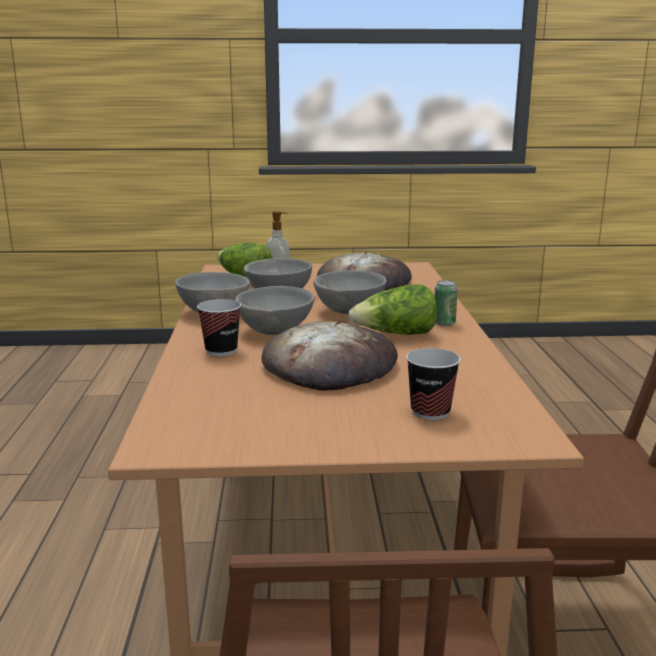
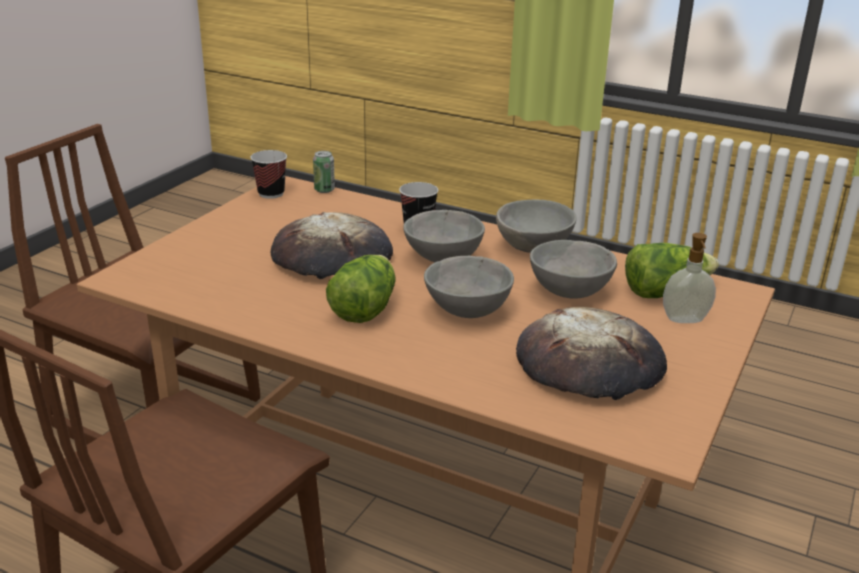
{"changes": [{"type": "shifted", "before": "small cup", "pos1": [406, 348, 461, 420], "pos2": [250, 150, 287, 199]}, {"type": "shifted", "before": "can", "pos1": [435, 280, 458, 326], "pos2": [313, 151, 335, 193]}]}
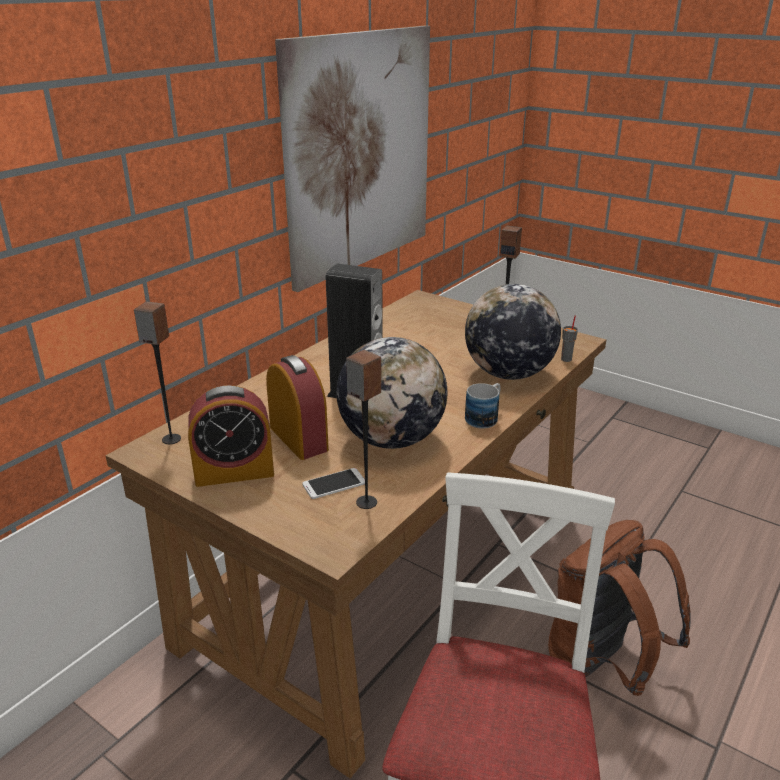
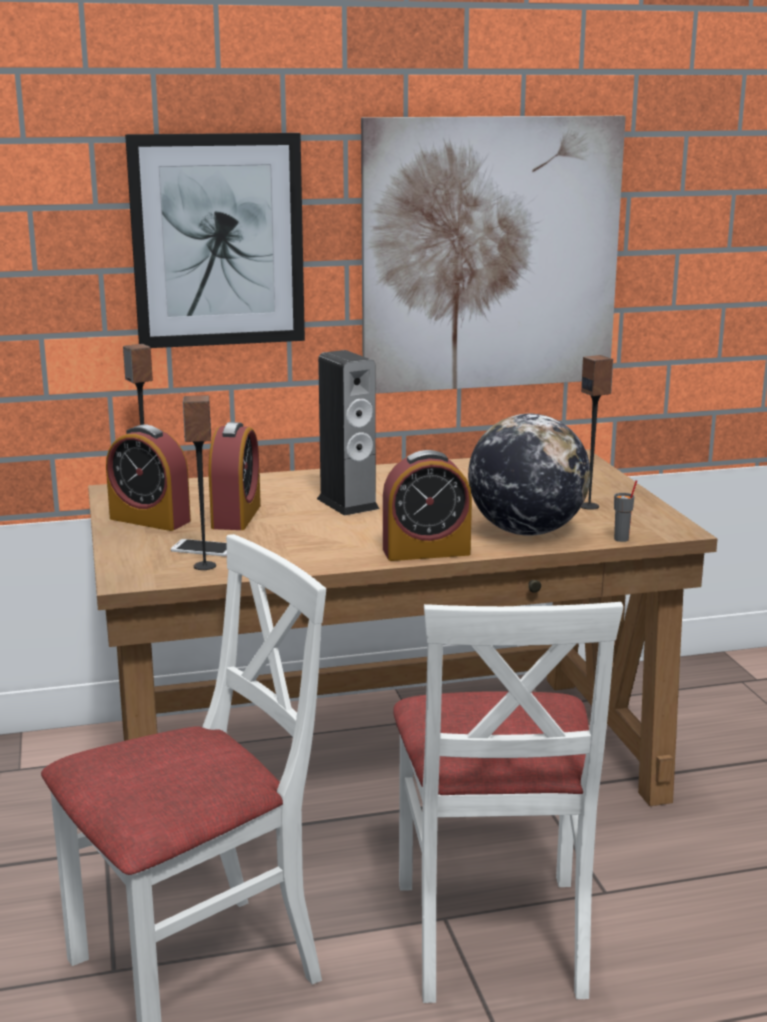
{"changes": [{"type": "new", "after": "picture", "pos2": [125, 133, 305, 348]}, {"type": "swapped", "before": "tea mug", "after": "alarm clock", "pos1": [465, 383, 501, 429], "pos2": [383, 450, 472, 561]}, {"type": "swapped", "before": "brown-coloured rucksack", "after": "white chair", "pos1": [548, 520, 691, 696], "pos2": [393, 602, 623, 1003]}, {"type": "gone", "before": "globe", "pos1": [336, 337, 447, 449]}]}
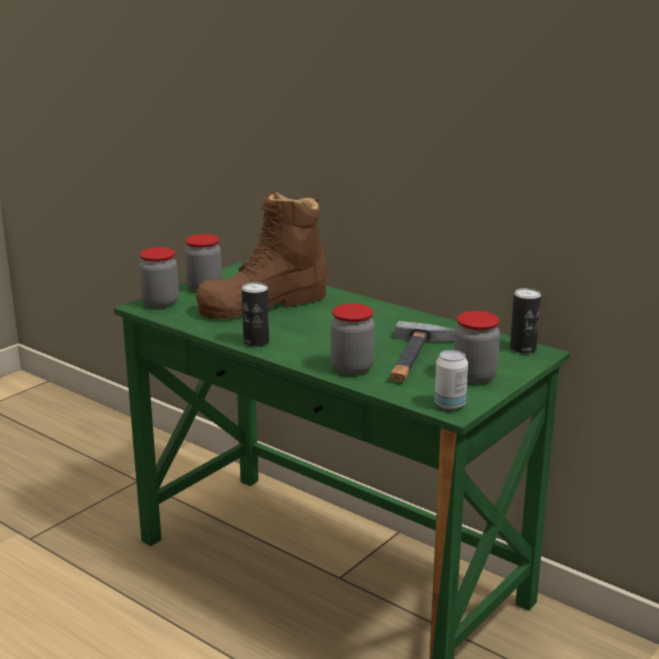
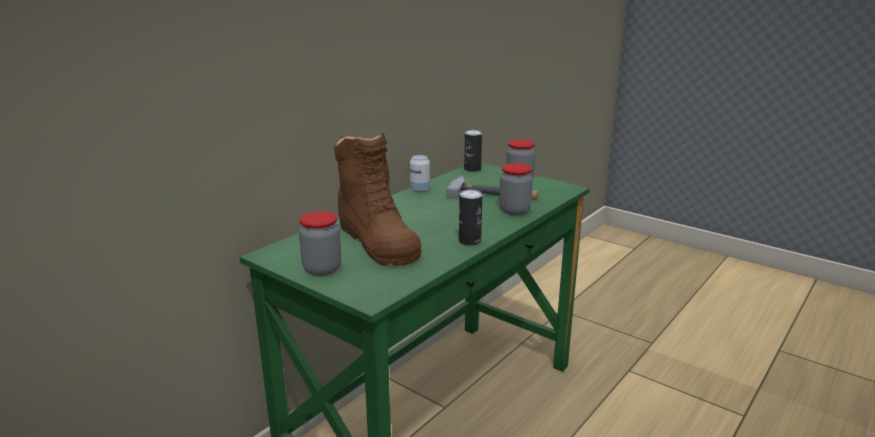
{"changes": [{"type": "shifted", "before": "can", "pos1": [434, 350, 468, 410], "pos2": [410, 155, 430, 192]}, {"type": "gone", "before": "jar", "pos1": [139, 247, 179, 308]}]}
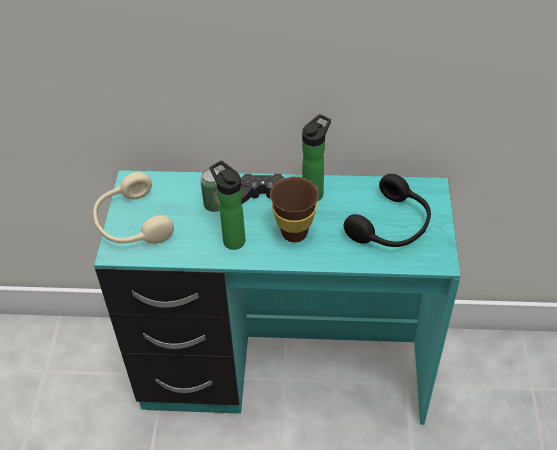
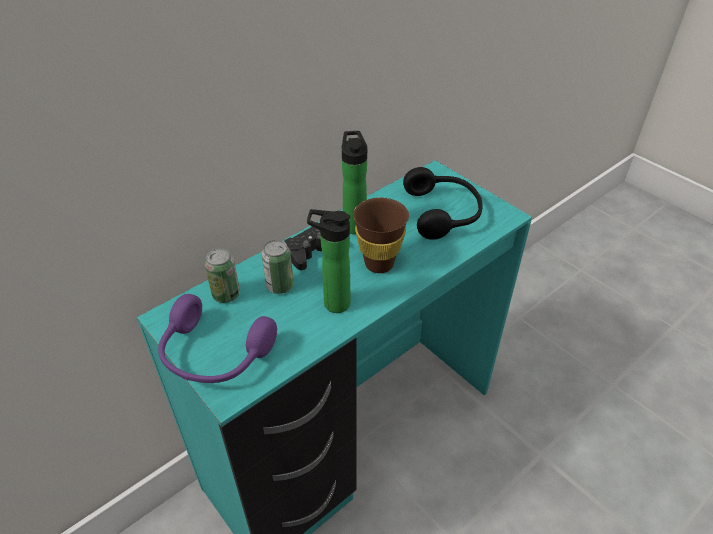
{"changes": [{"type": "repainted", "before": "beige-coloured headset", "after": "purple headset", "pos1": [93, 172, 174, 244], "pos2": [158, 294, 277, 383]}, {"type": "new", "after": "can", "pos2": [205, 248, 240, 303]}]}
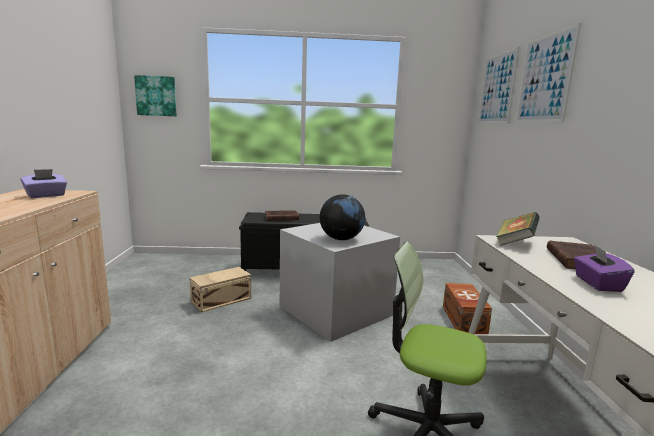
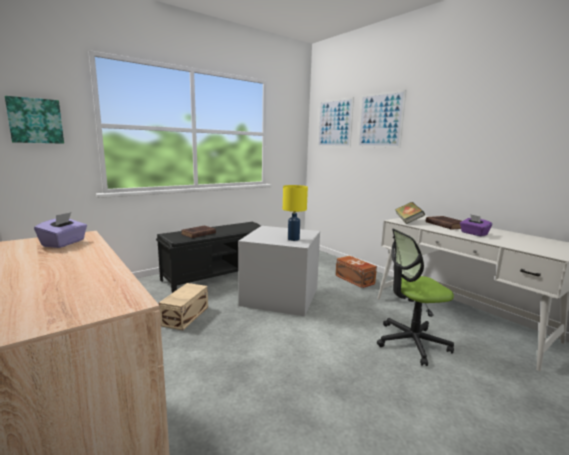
{"changes": [{"type": "swapped", "before": "globe", "after": "yellowish tabletop lamp", "pos1": [320, 194, 365, 240], "pos2": [283, 185, 308, 241]}]}
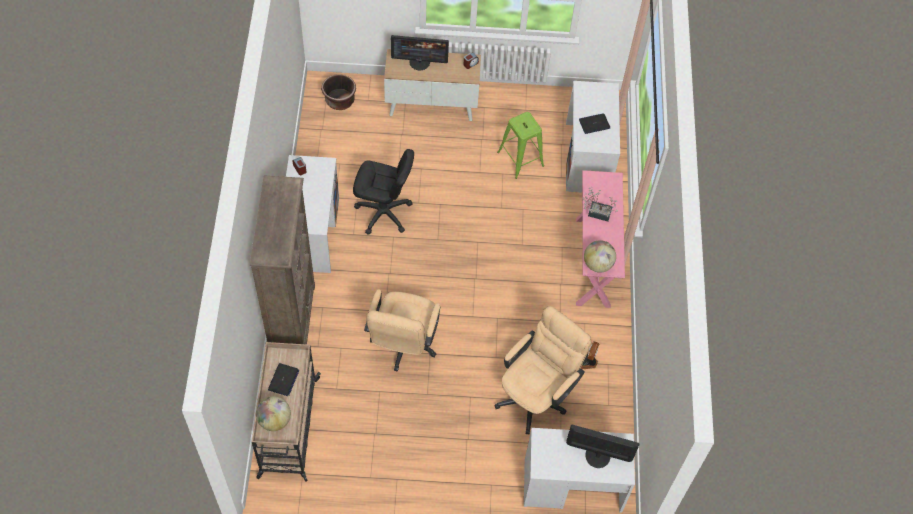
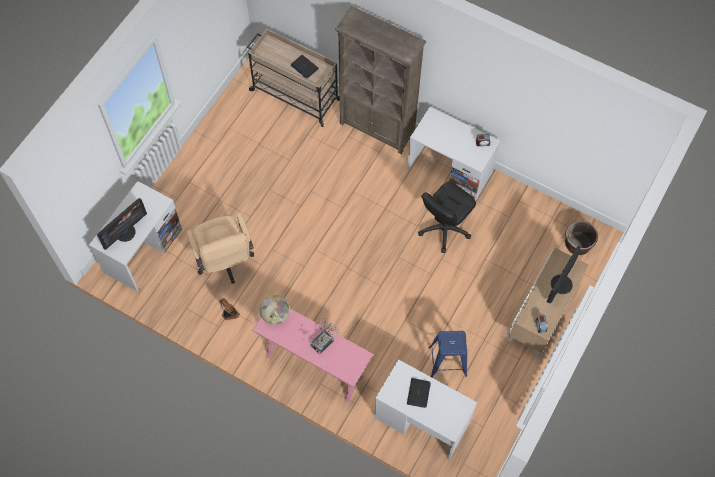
{"changes": [{"type": "repainted", "before": "green-coloured sitting stool", "after": "bluish sitting stool", "pos1": [497, 112, 544, 179], "pos2": [428, 331, 467, 377]}, {"type": "gone", "before": "globe", "pos1": [256, 396, 291, 431]}, {"type": "gone", "before": "beige-coloured desk chair", "pos1": [364, 289, 440, 372]}]}
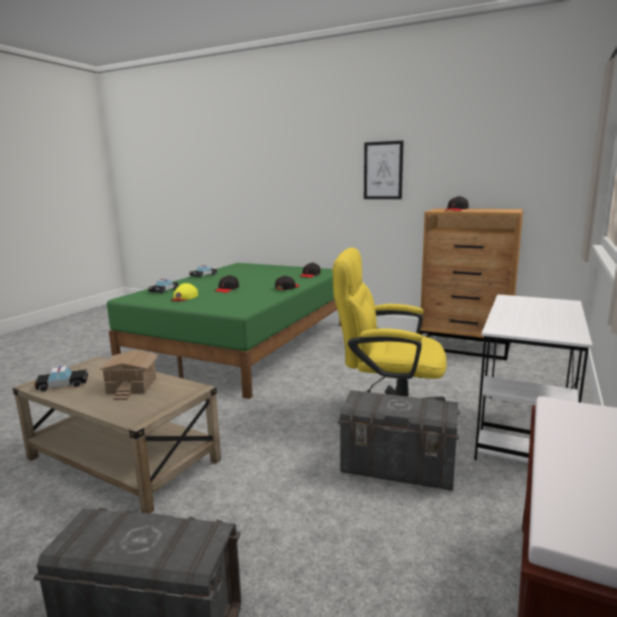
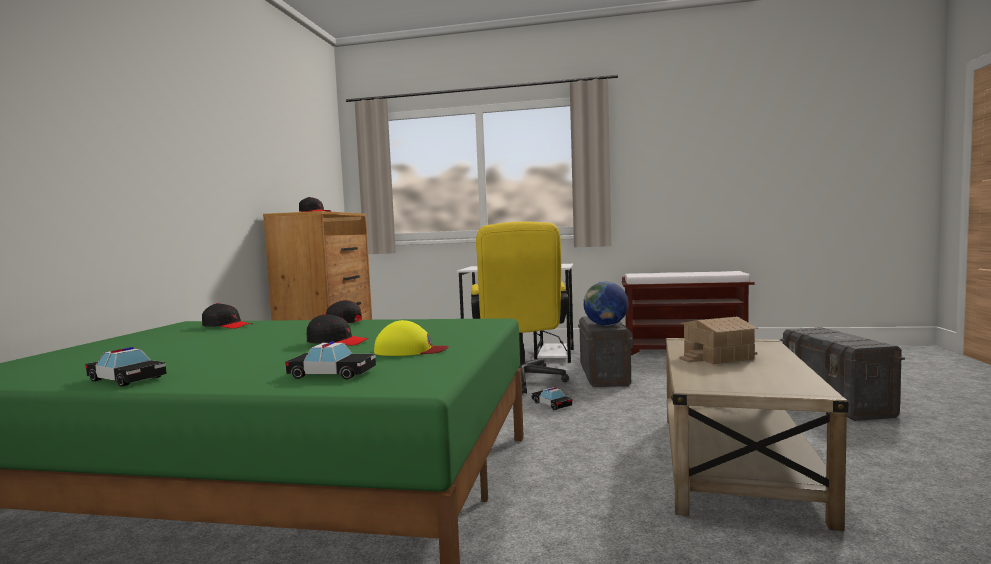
{"changes": [{"type": "shifted", "before": "miniature car", "pos1": [34, 366, 88, 392], "pos2": [531, 387, 573, 410]}, {"type": "new", "after": "globe", "pos2": [583, 282, 628, 326]}, {"type": "gone", "before": "picture", "pos1": [364, 141, 404, 199]}]}
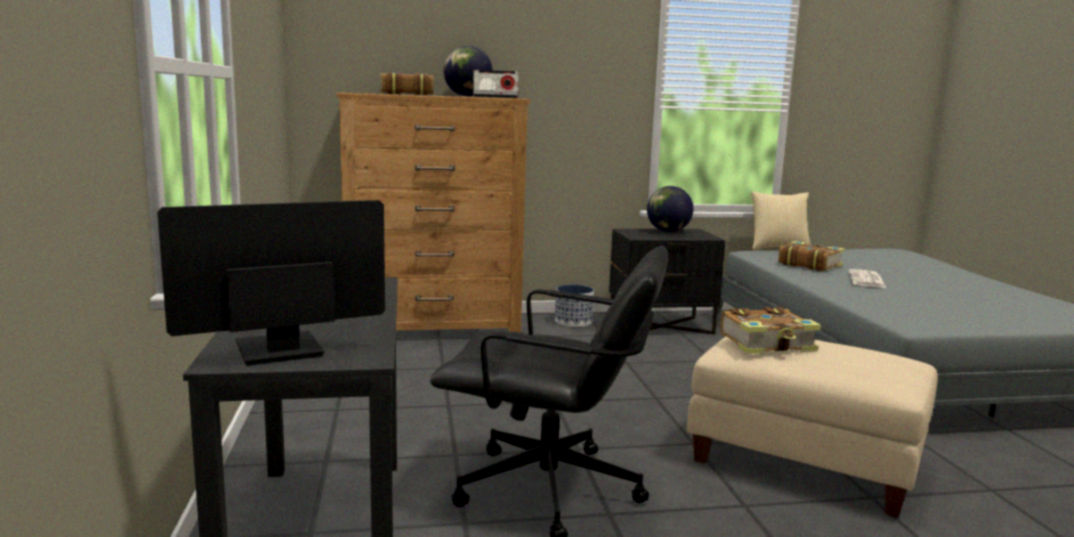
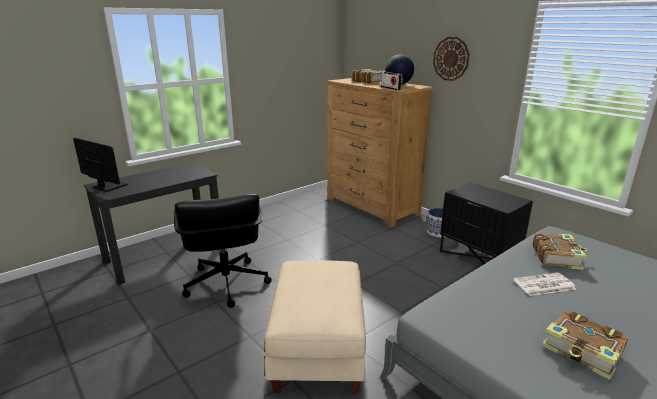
{"changes": [{"type": "new", "after": "hanging clock", "pos2": [433, 37, 470, 81]}, {"type": "shifted", "before": "volume", "pos1": [720, 307, 821, 354], "pos2": [542, 310, 629, 380]}, {"type": "gone", "before": "globe", "pos1": [647, 186, 694, 232]}, {"type": "gone", "before": "throw pillow", "pos1": [751, 191, 811, 250]}]}
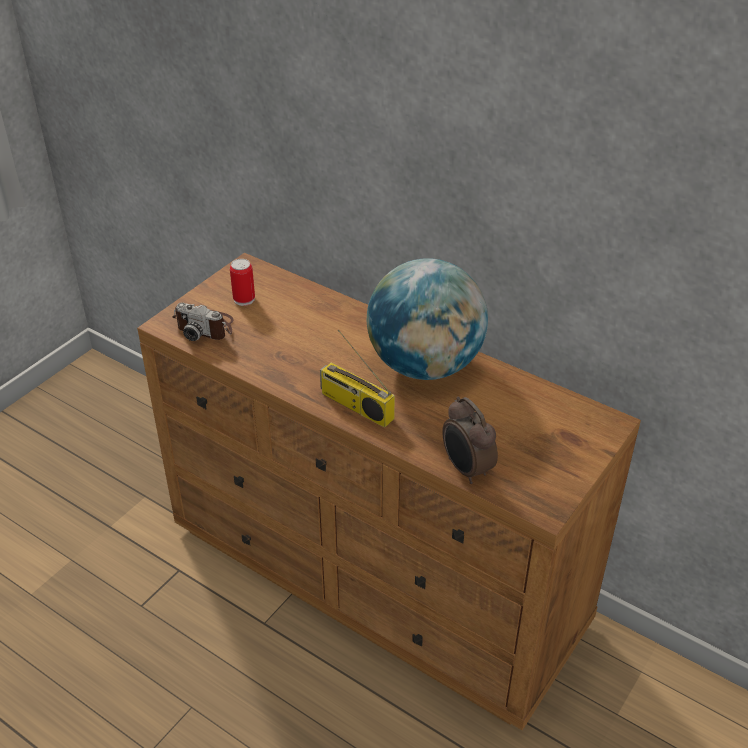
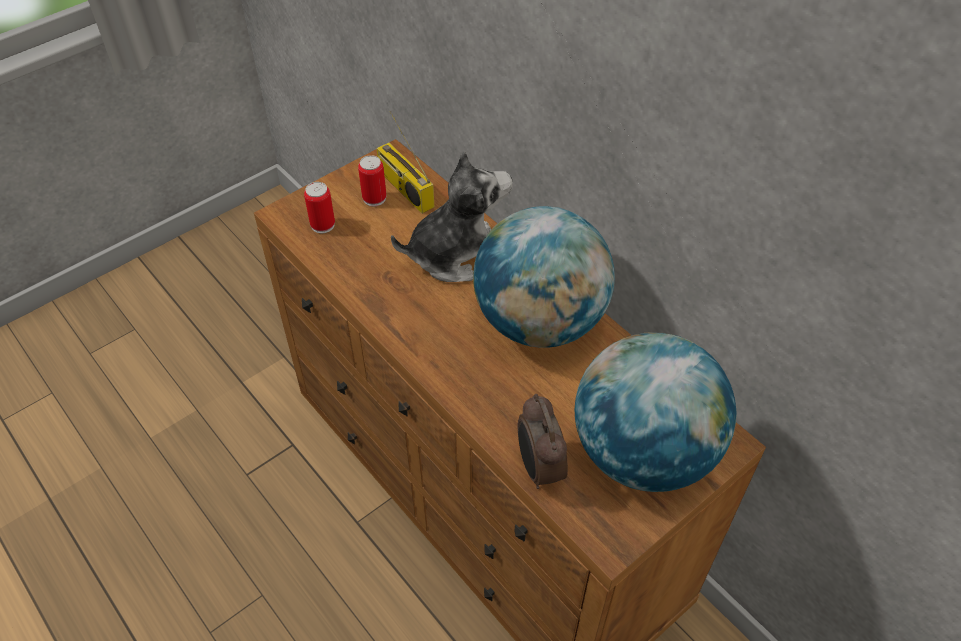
{"changes": [{"type": "swapped", "before": "still camera", "after": "can", "pos1": [172, 302, 234, 341], "pos2": [304, 182, 335, 233]}, {"type": "shifted", "before": "radio receiver", "pos1": [320, 330, 395, 428], "pos2": [377, 111, 434, 214]}, {"type": "new", "after": "cuddly toy", "pos2": [391, 150, 512, 282]}, {"type": "new", "after": "globe", "pos2": [575, 332, 737, 492]}]}
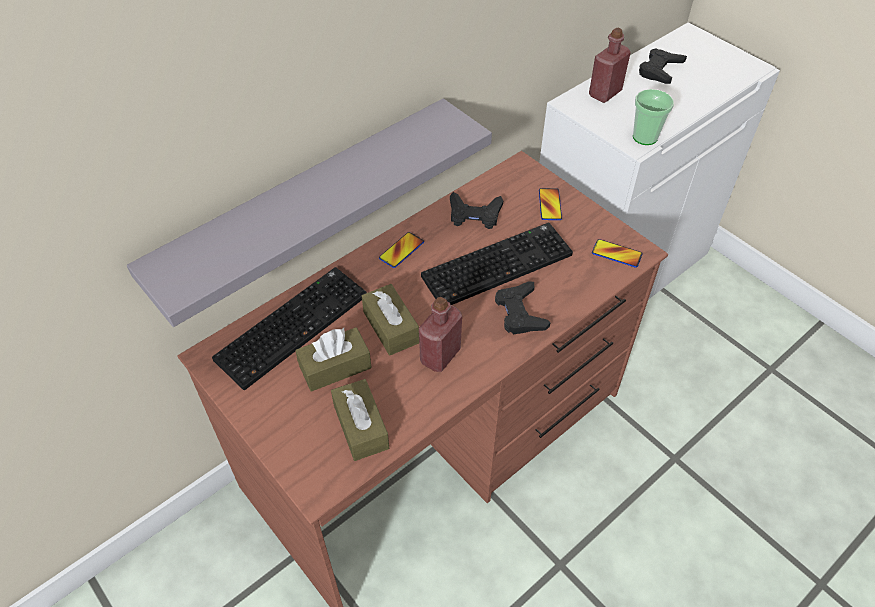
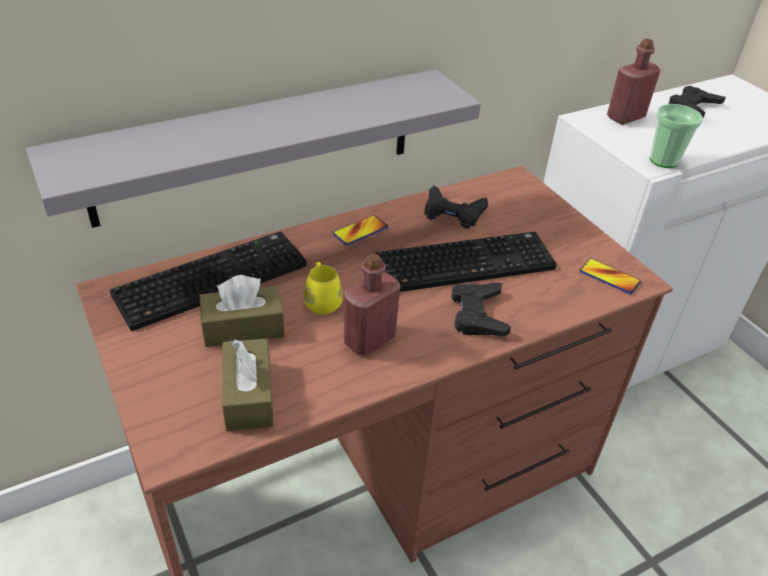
{"changes": [{"type": "swapped", "before": "brown-coloured tissue box", "after": "yellowish tea mug", "pos1": [362, 284, 419, 355], "pos2": [303, 262, 343, 315]}, {"type": "gone", "before": "handset", "pos1": [539, 188, 562, 220]}]}
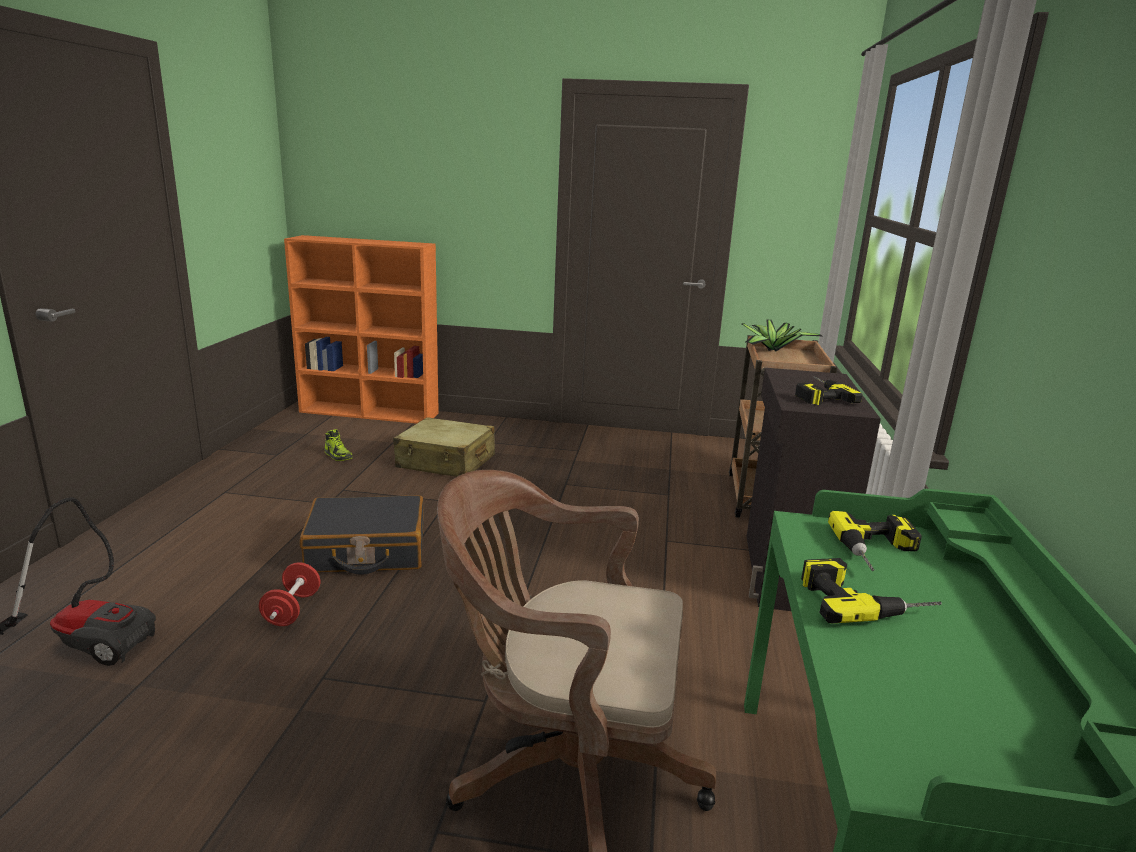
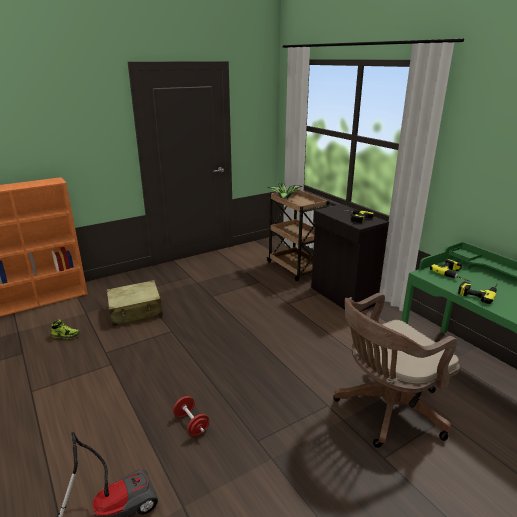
{"changes": [{"type": "gone", "before": "black-coloured travel case", "pos1": [300, 495, 424, 575]}]}
